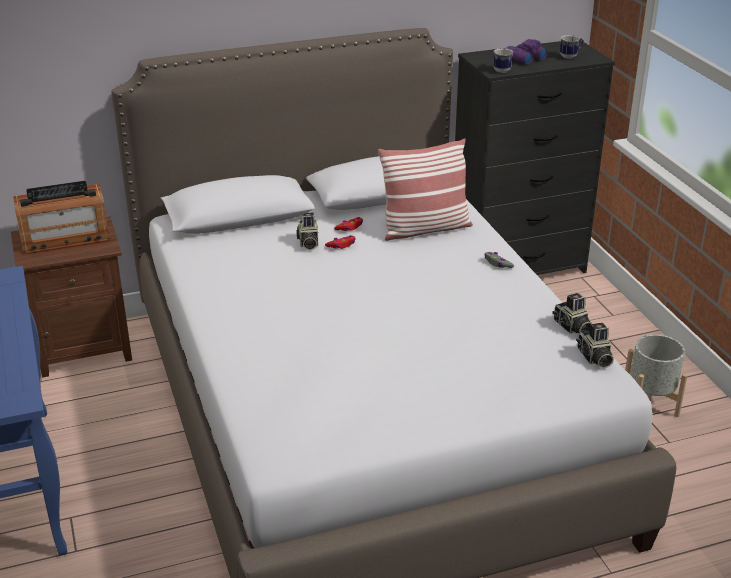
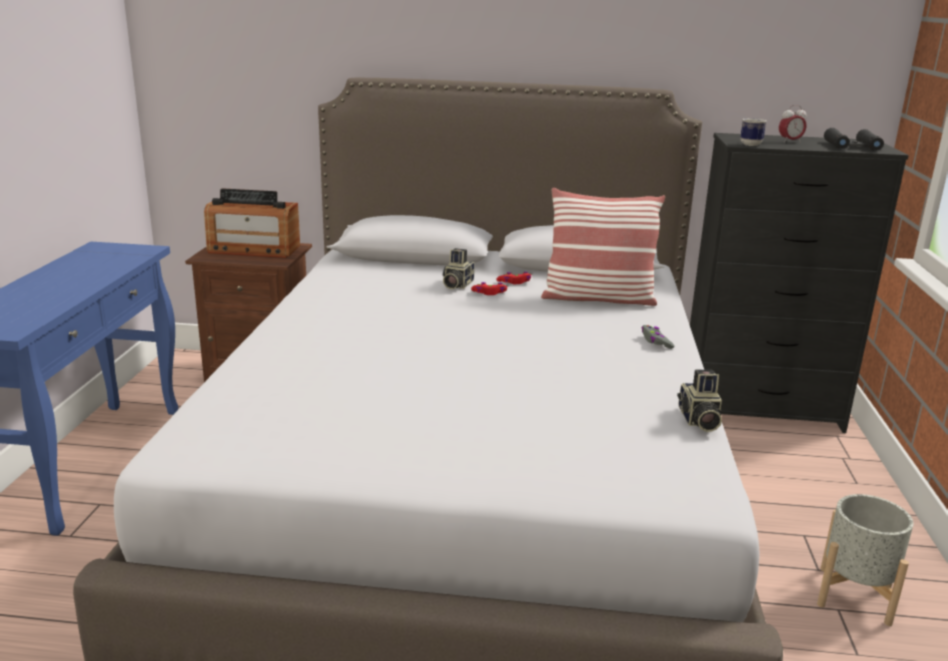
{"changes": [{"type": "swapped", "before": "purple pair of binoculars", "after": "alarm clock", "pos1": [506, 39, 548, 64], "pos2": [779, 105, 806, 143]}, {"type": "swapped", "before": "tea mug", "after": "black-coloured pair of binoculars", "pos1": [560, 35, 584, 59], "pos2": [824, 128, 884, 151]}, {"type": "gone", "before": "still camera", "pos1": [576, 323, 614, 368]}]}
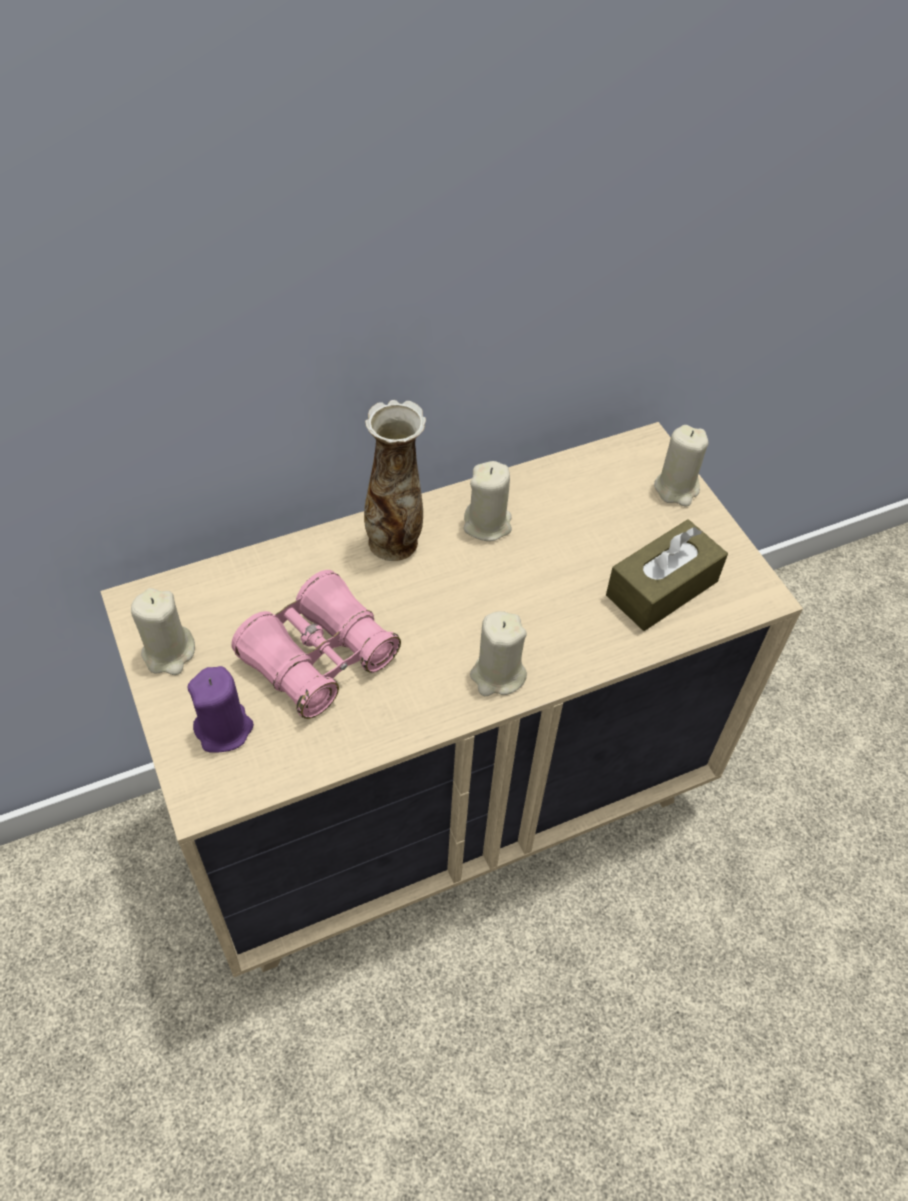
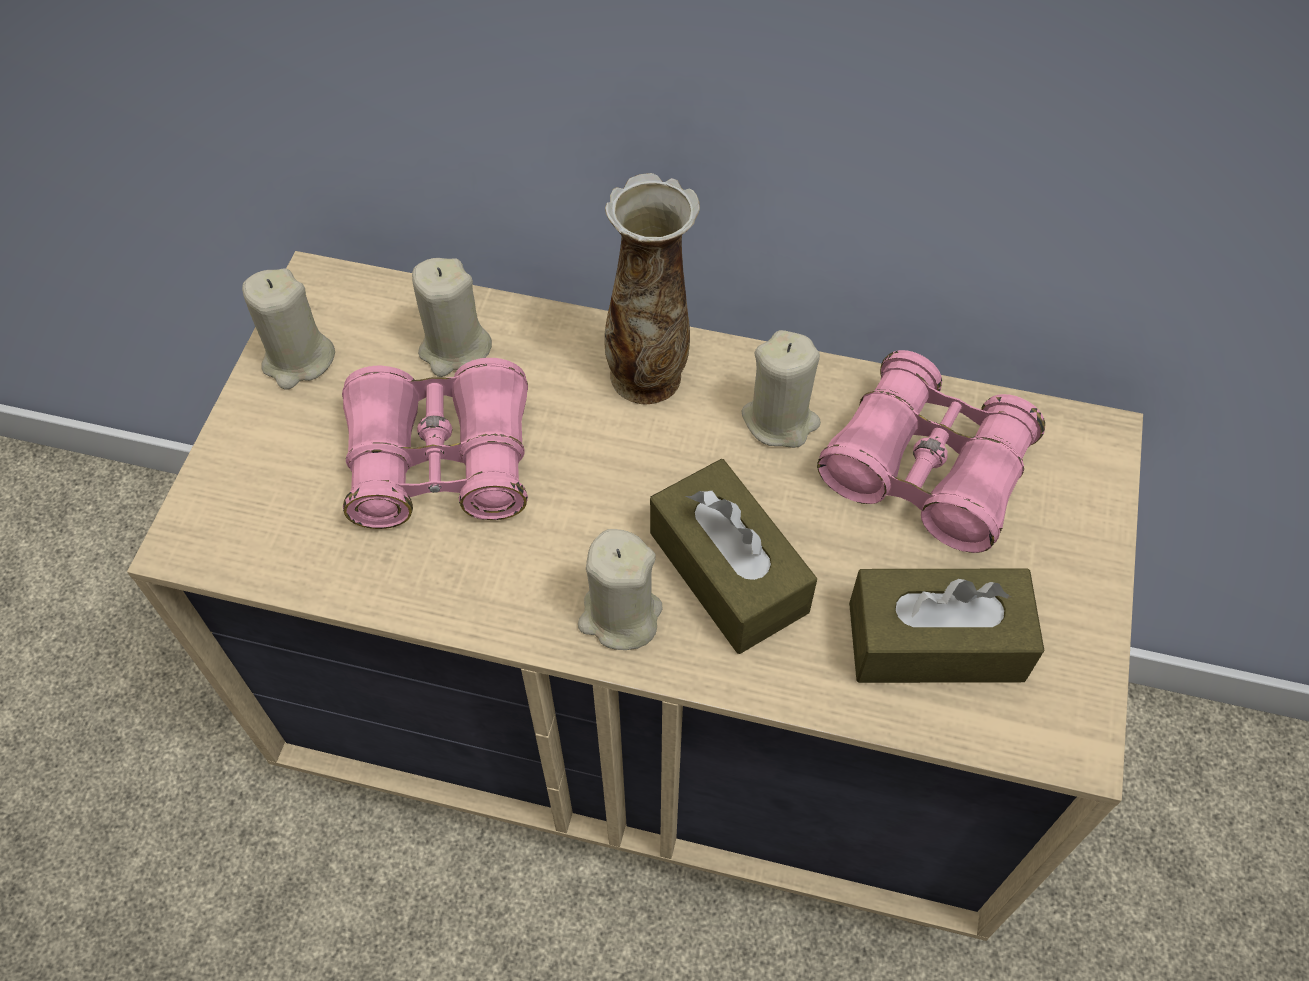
{"changes": [{"type": "shifted", "before": "beige-coloured candle", "pos1": [654, 425, 709, 506], "pos2": [412, 258, 492, 377]}, {"type": "new", "after": "brown-coloured tissue box", "pos2": [650, 459, 817, 654]}, {"type": "new", "after": "pinkish pair of binoculars", "pos2": [817, 350, 1045, 553]}, {"type": "gone", "before": "purple candle", "pos1": [187, 666, 254, 753]}]}
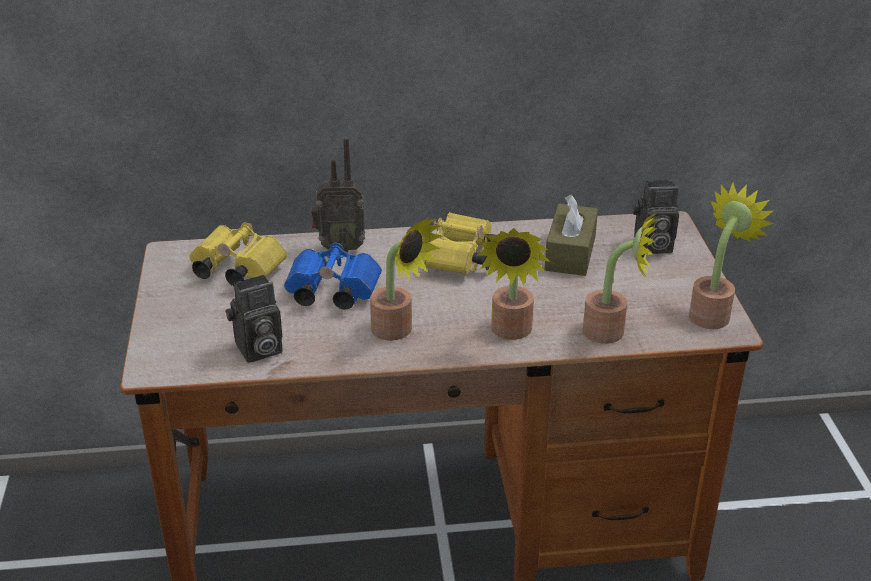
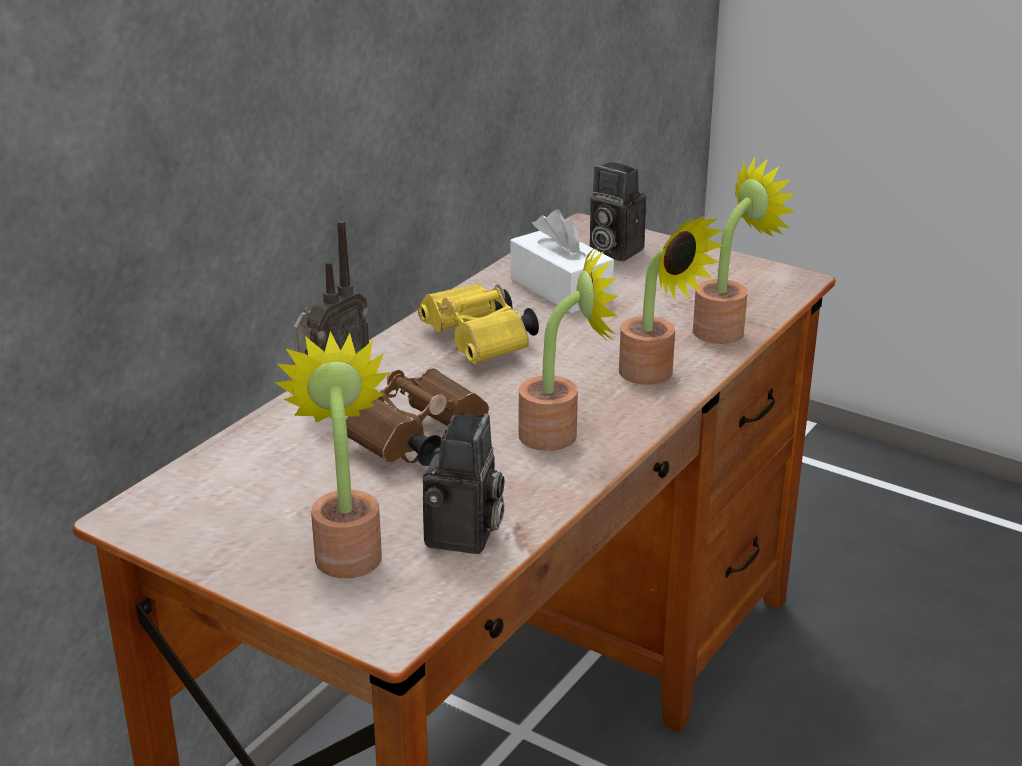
{"changes": [{"type": "shifted", "before": "plant in a pot", "pos1": [689, 183, 774, 329], "pos2": [275, 331, 389, 578]}, {"type": "repainted", "before": "bluish pair of binoculars", "after": "brown-coloured pair of binoculars", "pos1": [284, 243, 382, 309], "pos2": [346, 368, 489, 466]}, {"type": "repainted", "before": "brown-coloured tissue box", "after": "white tissue box", "pos1": [545, 194, 598, 276], "pos2": [511, 210, 614, 313]}, {"type": "rotated", "before": "still camera", "pos1": [632, 180, 679, 254], "pos2": [590, 162, 646, 262], "turn": 90}, {"type": "gone", "before": "yellowish pair of binoculars", "pos1": [190, 222, 287, 286]}]}
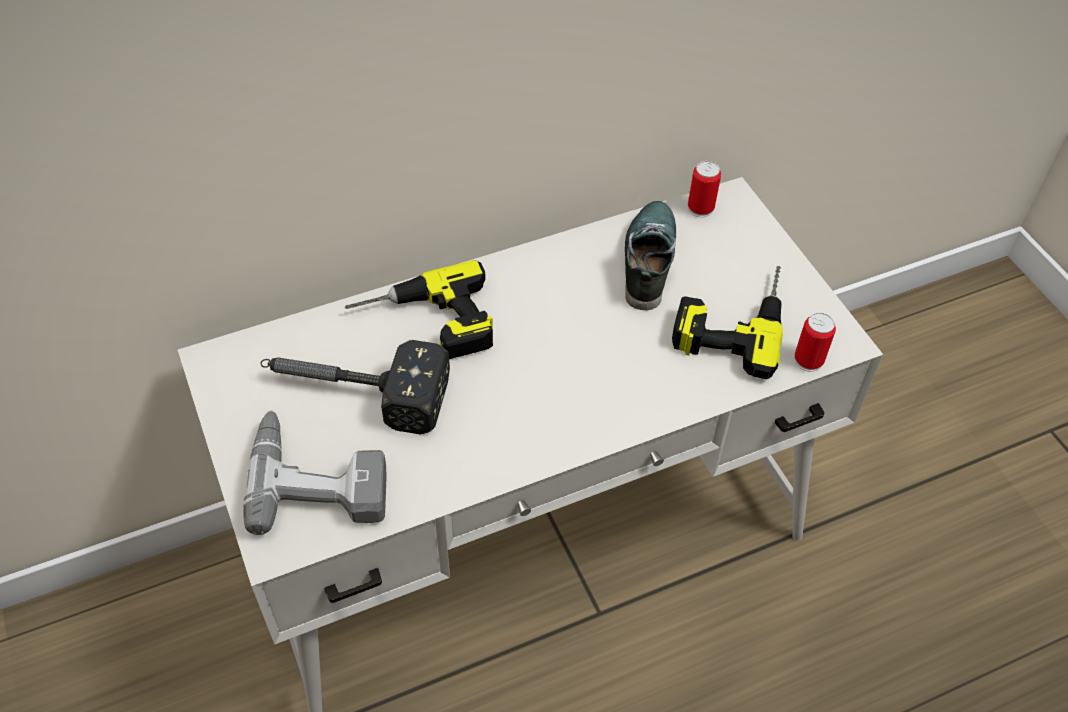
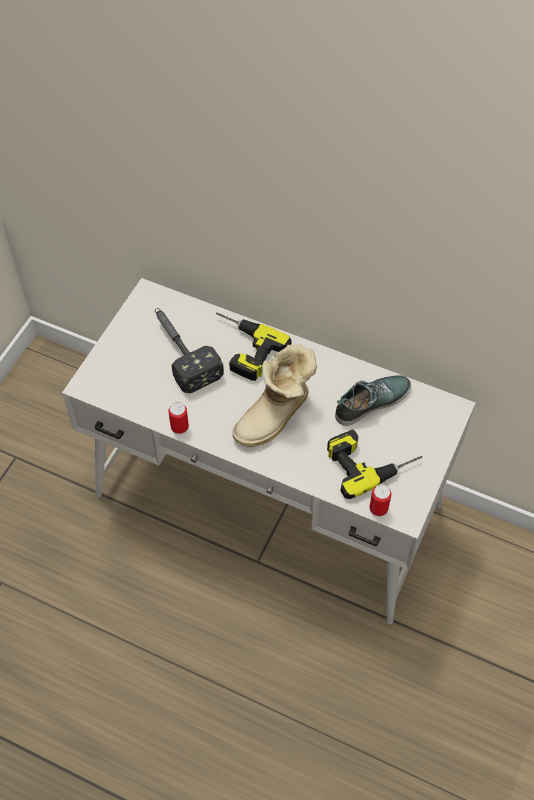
{"changes": [{"type": "shifted", "before": "can", "pos1": [688, 161, 721, 217], "pos2": [168, 402, 189, 435]}, {"type": "new", "after": "boot", "pos2": [233, 344, 317, 447]}, {"type": "gone", "before": "electric drill", "pos1": [243, 410, 387, 535]}]}
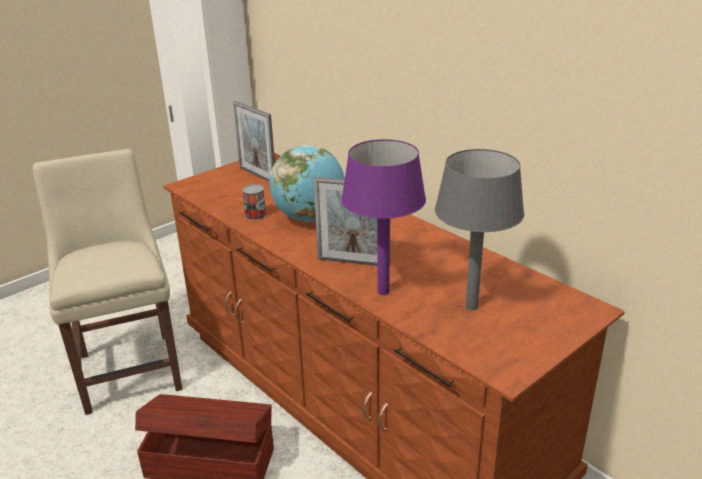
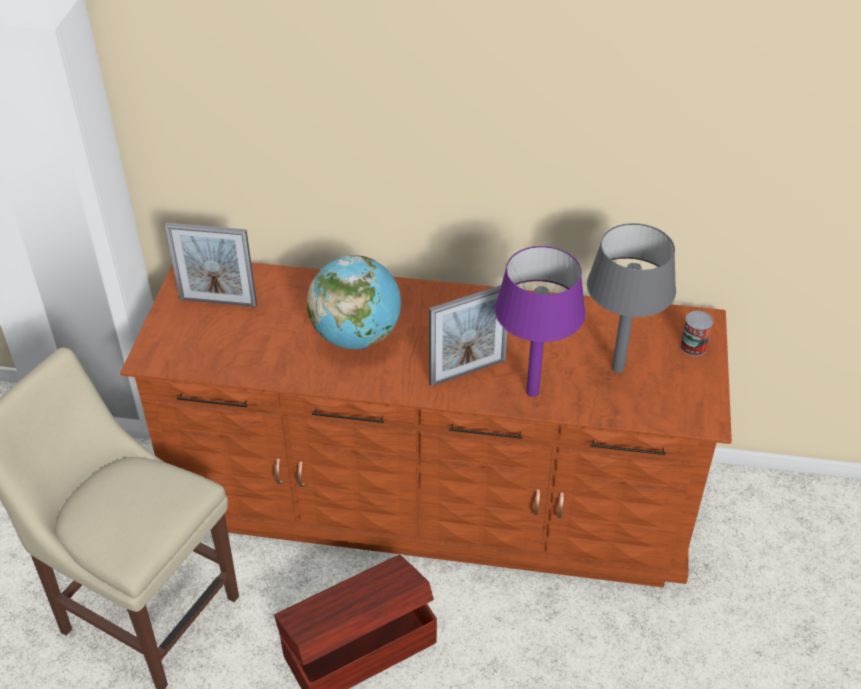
{"changes": [{"type": "shifted", "before": "can", "pos1": [242, 184, 266, 220], "pos2": [680, 311, 713, 356]}]}
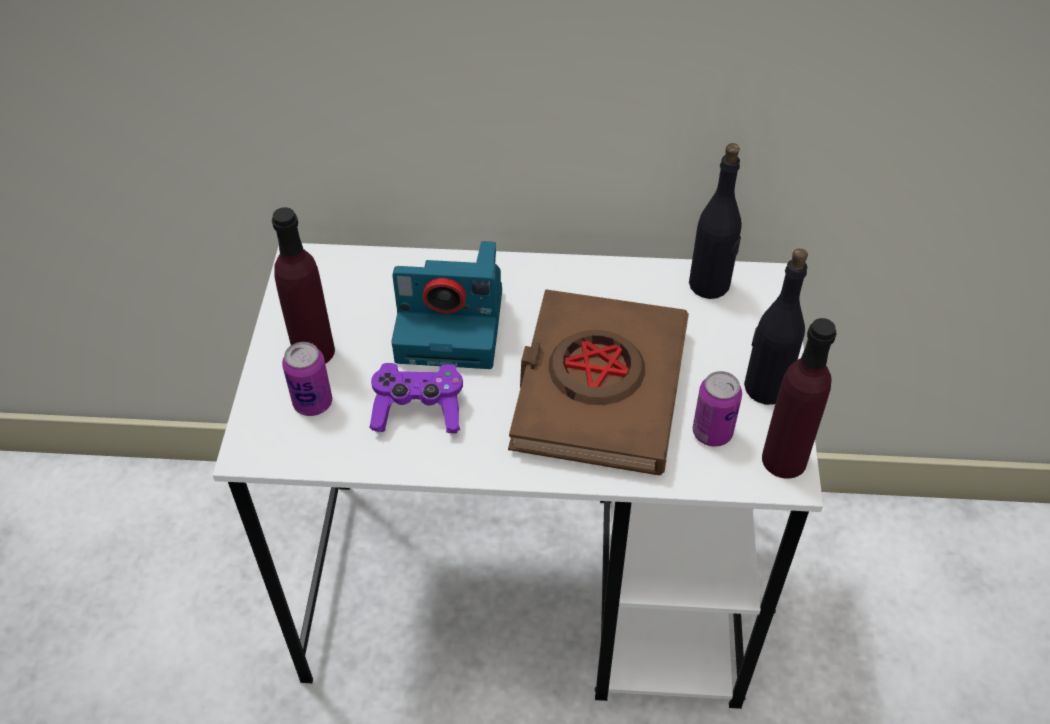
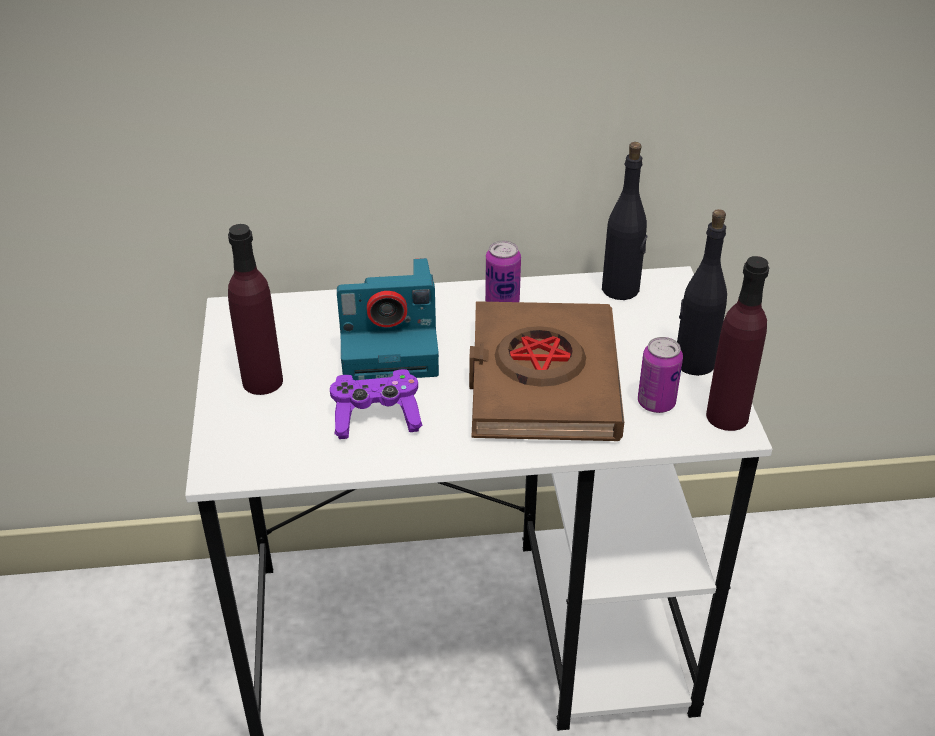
{"changes": [{"type": "shifted", "before": "can", "pos1": [282, 342, 332, 416], "pos2": [485, 241, 521, 302]}]}
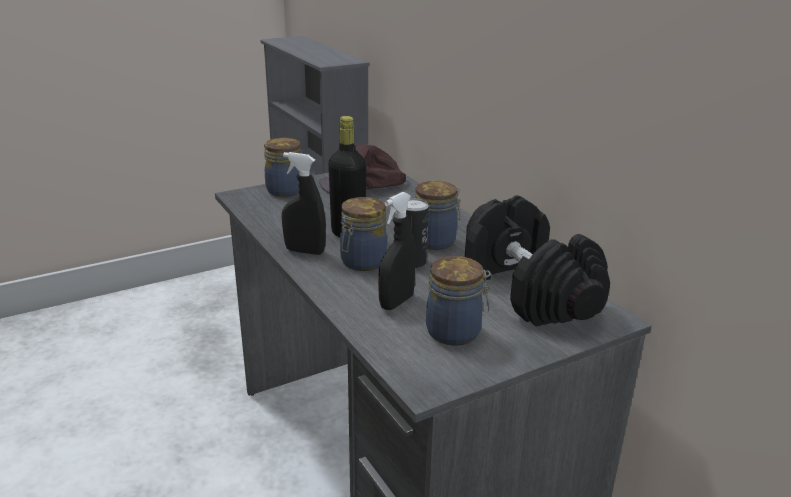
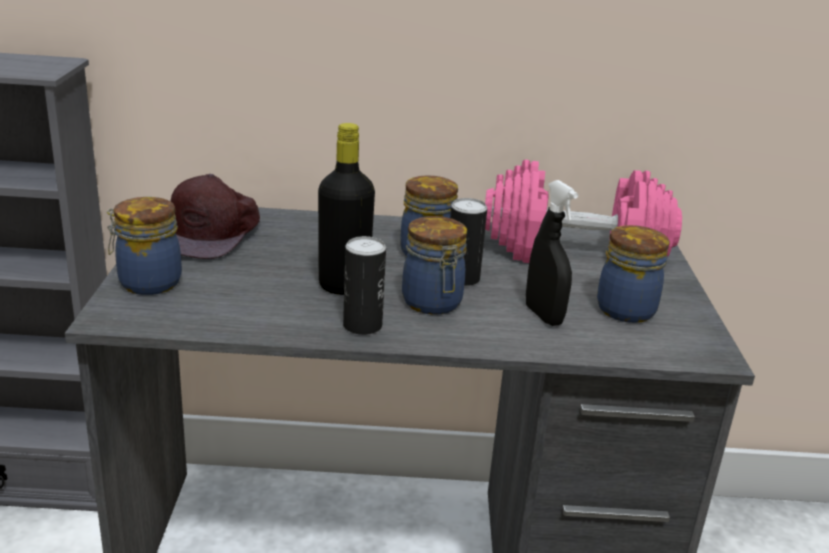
{"changes": [{"type": "swapped", "before": "black-coloured hand sprayer", "after": "can", "pos1": [282, 152, 326, 255], "pos2": [343, 236, 386, 335]}, {"type": "repainted", "before": "black-coloured hand weight", "after": "pinkish hand weight", "pos1": [465, 195, 610, 327], "pos2": [485, 159, 682, 263]}]}
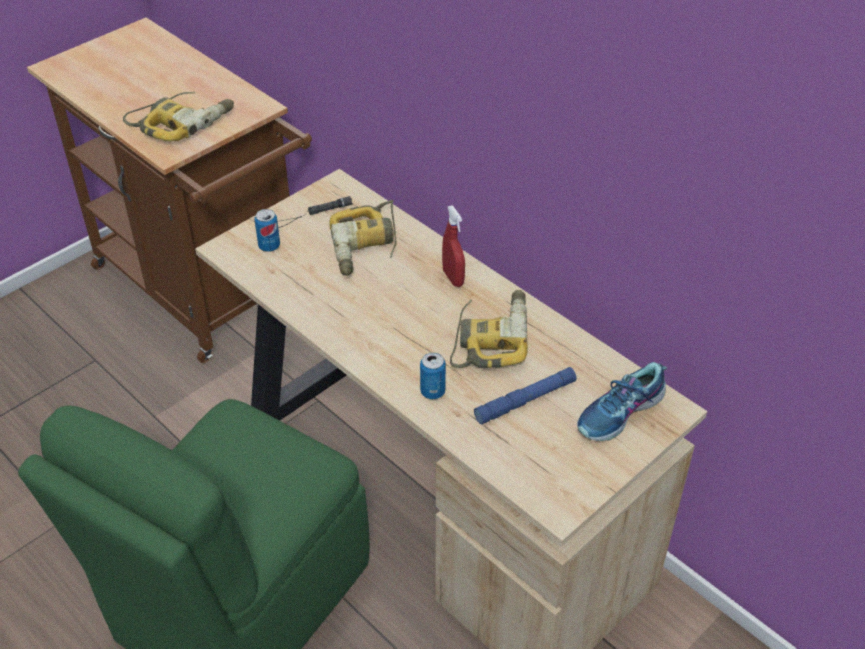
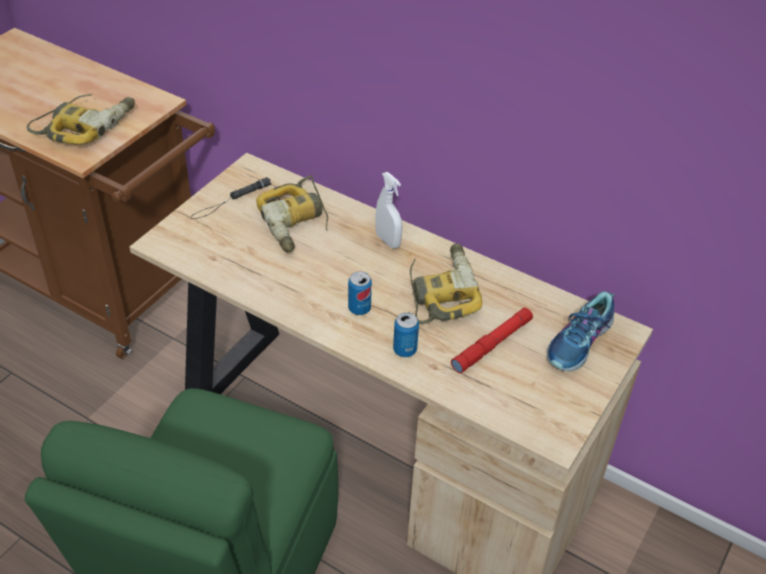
{"changes": [{"type": "shifted", "before": "can", "pos1": [255, 209, 280, 252], "pos2": [348, 271, 372, 315]}, {"type": "repainted", "before": "reddish hand sprayer", "after": "white hand sprayer", "pos1": [442, 205, 465, 287], "pos2": [375, 172, 403, 249]}, {"type": "repainted", "before": "bluish torch", "after": "reddish torch", "pos1": [474, 367, 577, 424], "pos2": [451, 307, 533, 373]}]}
